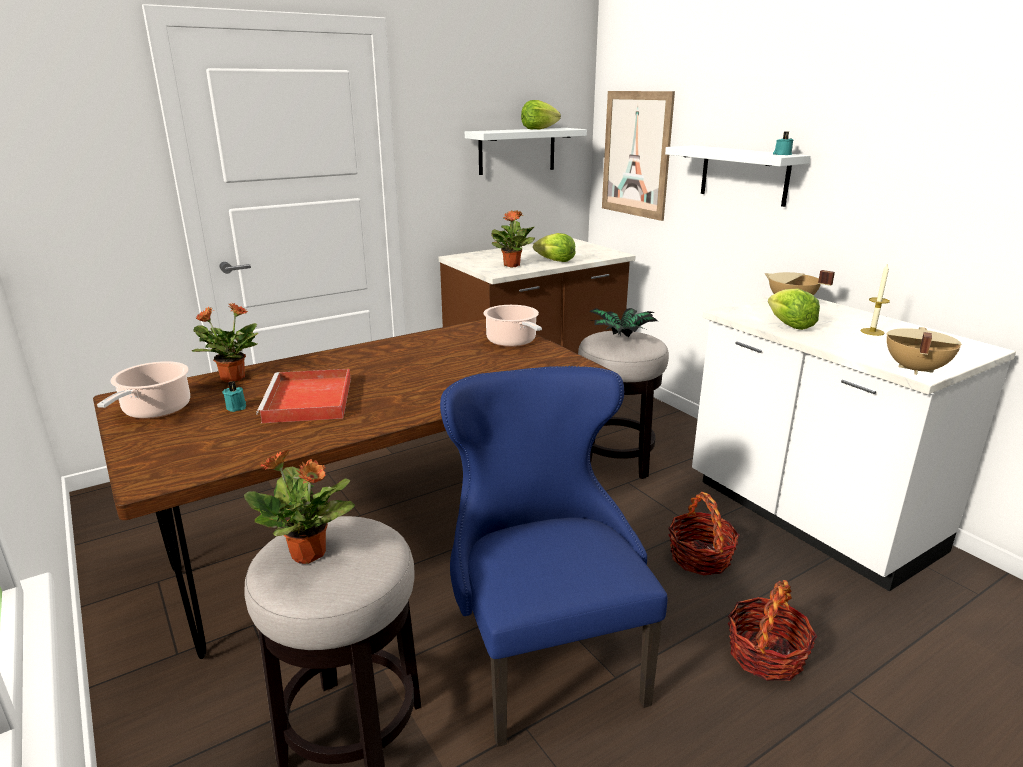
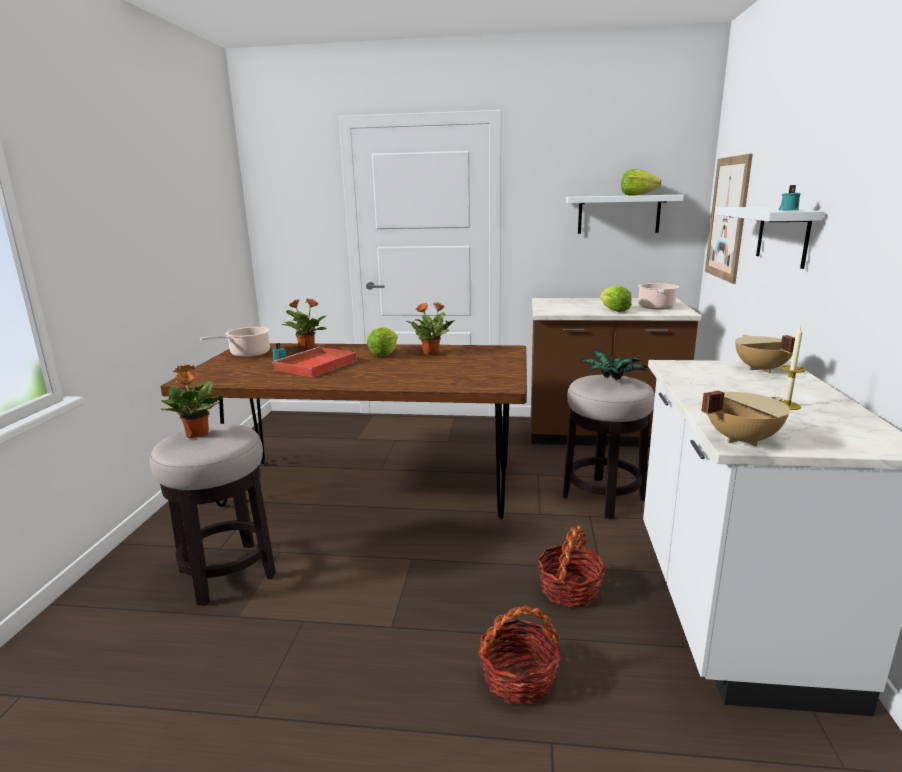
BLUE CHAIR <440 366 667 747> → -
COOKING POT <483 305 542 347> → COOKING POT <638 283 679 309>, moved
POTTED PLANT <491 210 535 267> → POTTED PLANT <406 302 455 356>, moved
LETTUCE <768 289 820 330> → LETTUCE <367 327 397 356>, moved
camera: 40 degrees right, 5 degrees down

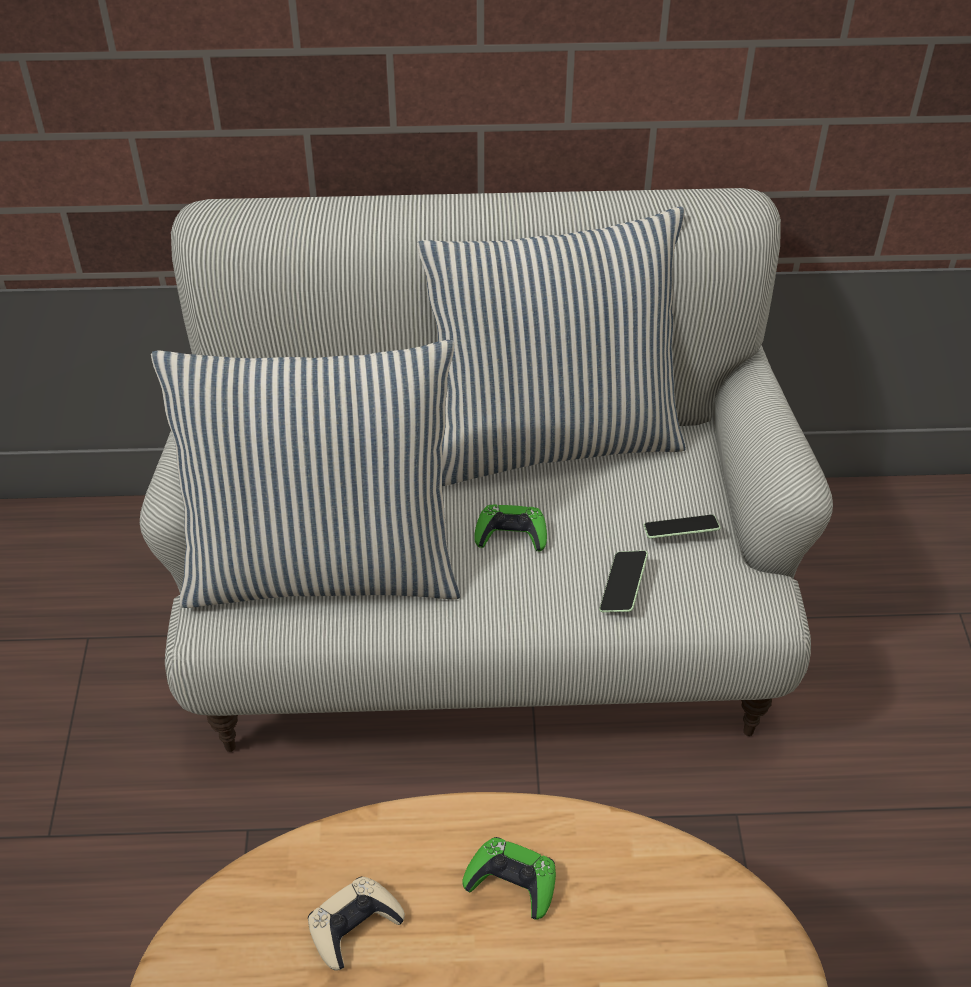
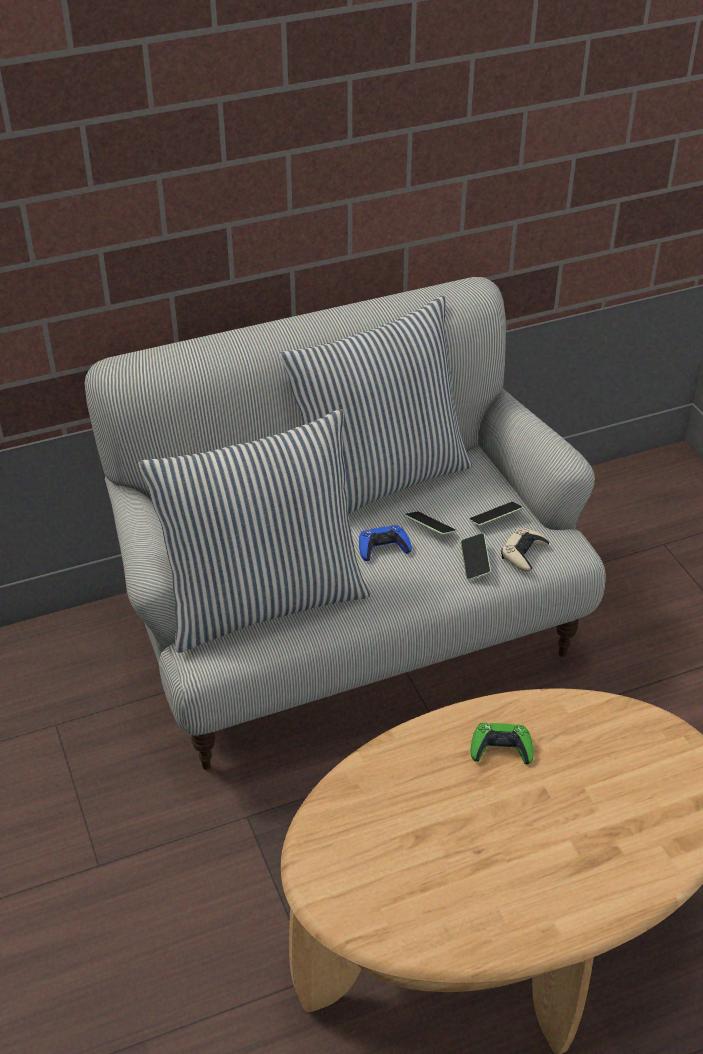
BEIGE GAME CONTROLLER <308 877 405 971> → BEIGE GAME CONTROLLER <501 528 549 572>, moved
GREEN GAME CONTROLLER <474 504 547 552> → BLUE GAME CONTROLLER <359 525 412 561>
- → PHONE <404 511 456 535>
camera: 20 degrees left, 5 degrees down

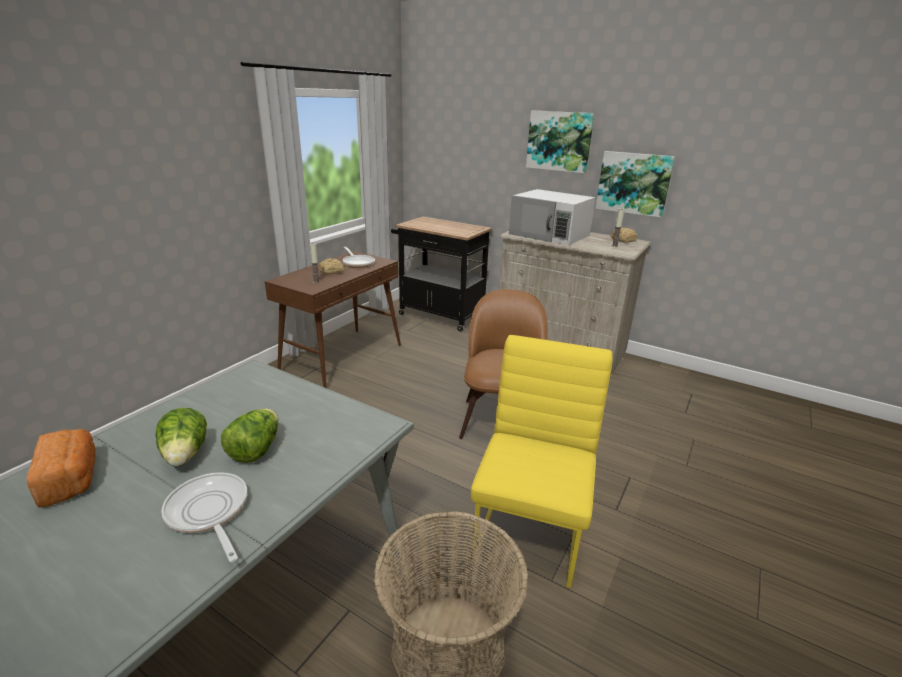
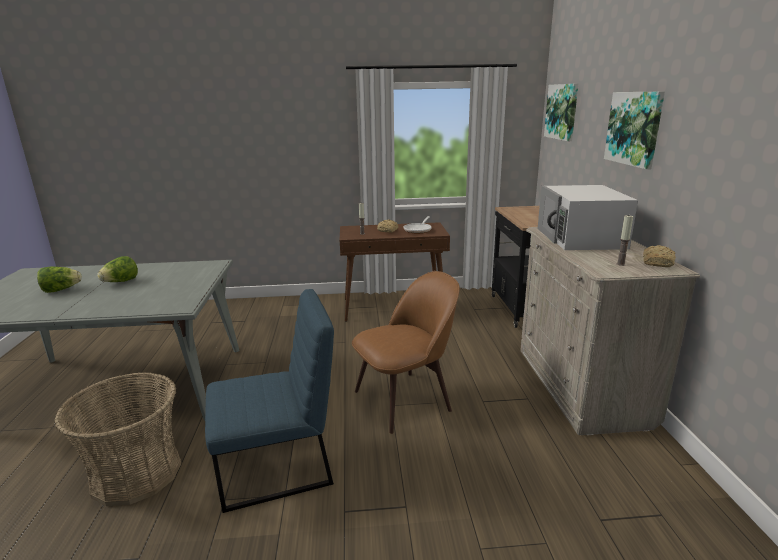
BREAD <26 429 96 508> → -
FRYING PAN <161 472 247 562> → -
LETTUCE <221 409 278 463> → LETTUCE <37 266 82 293>, moved
YELLOW CHAIR <471 335 612 588> → BLUE CHAIR <205 289 334 513>
PICTURE <595 151 675 217> → PICTURE <544 83 579 141>, moved
camera: 55 degrees right, 5 degrees down

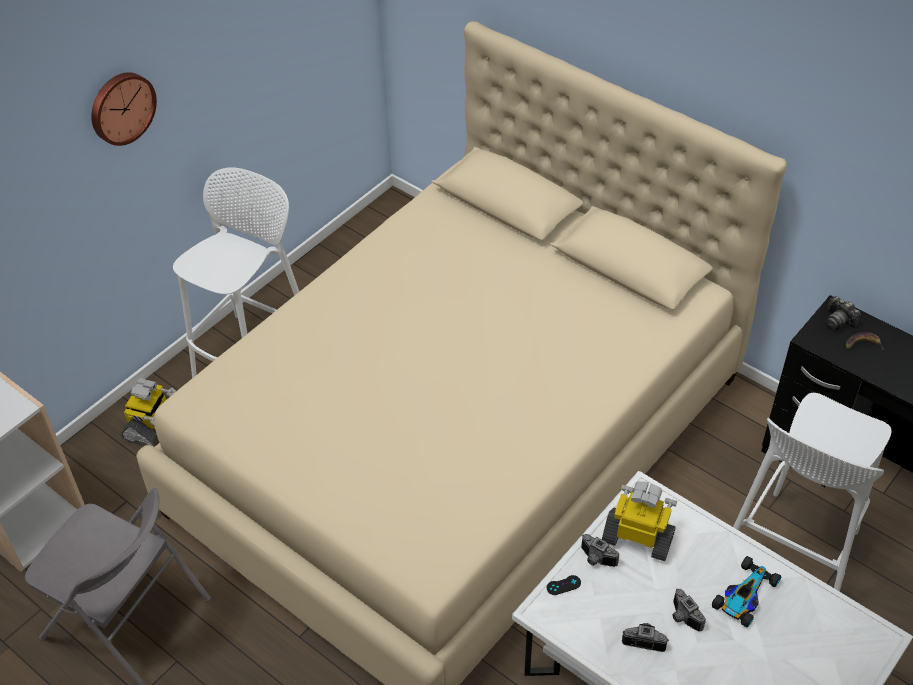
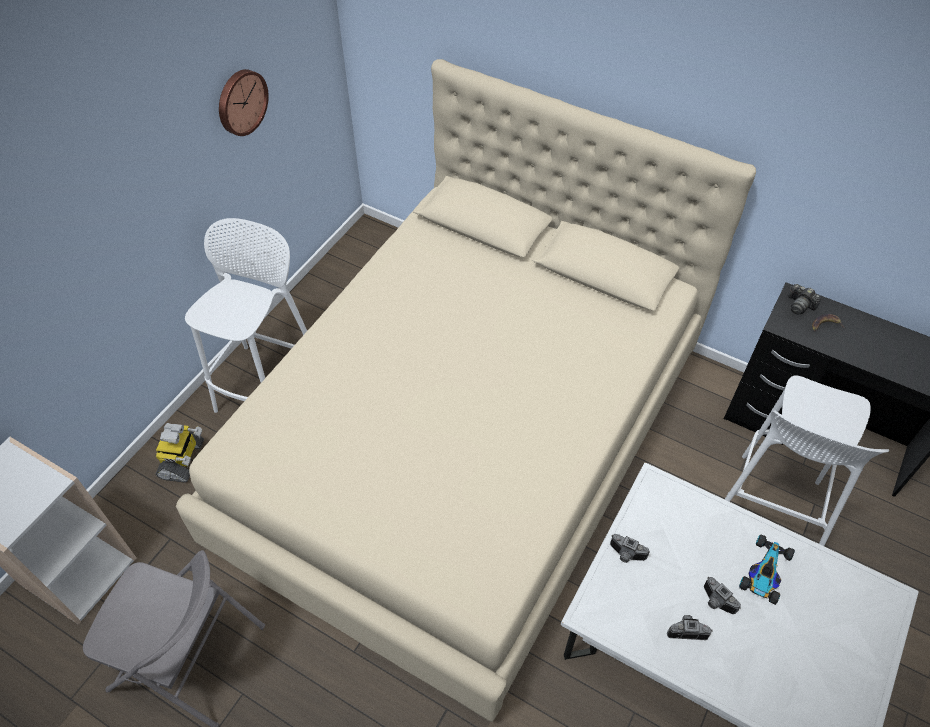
WALL CLOCK <91 72 157 146> → WALL CLOCK <219 69 269 136>, moved
BLACK GAME CONTROLLER <547 575 581 595> → -
TOY ROBOT <602 481 677 561> → -
camera: 10 degrees left, 5 degrees up

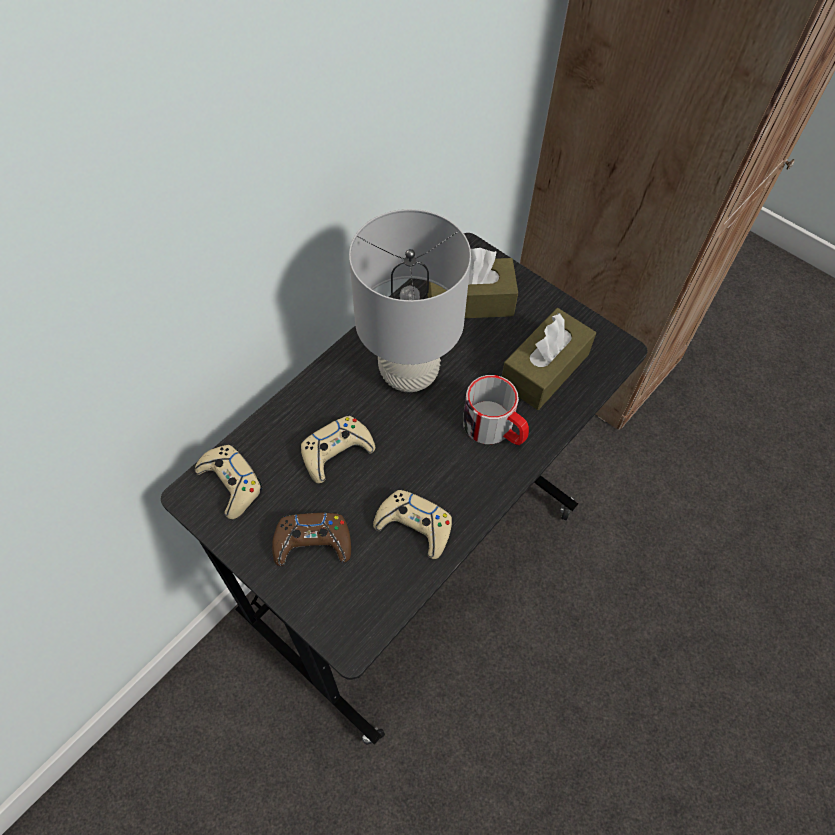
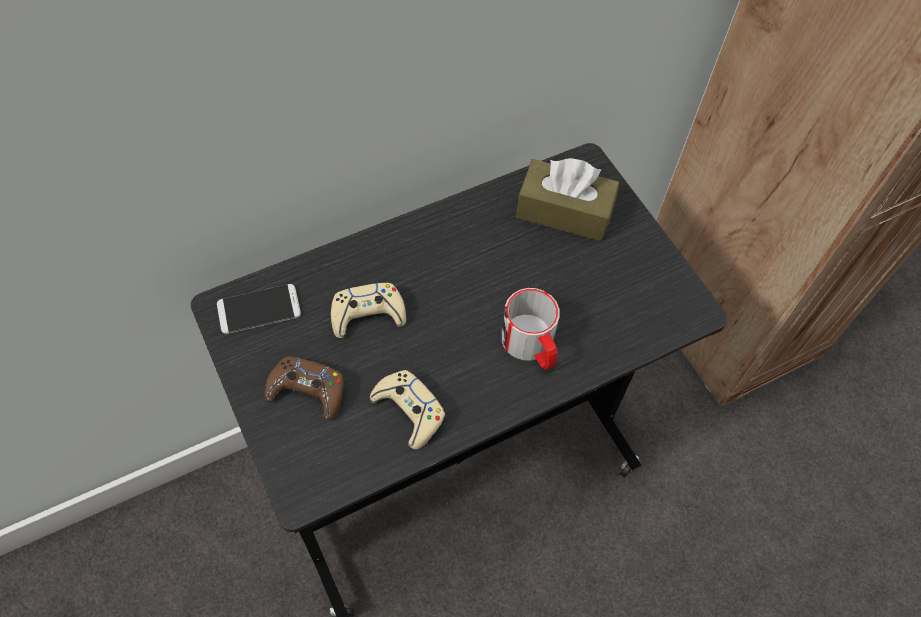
BEIGE GAME CONTROLLER <195 445 263 519> → PHONE <217 284 301 334>
GREY TABLE LAMP <349 209 471 392> → -
BROWN TISSUE BOX <502 308 596 410> → -
camera: 20 degrees right, 0 degrees up

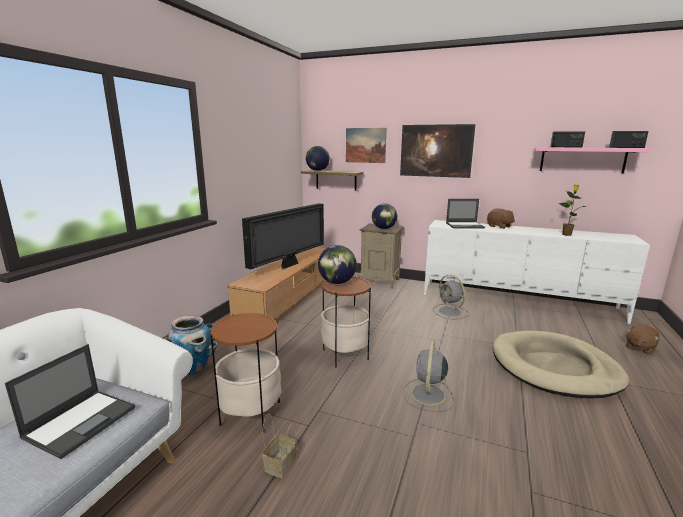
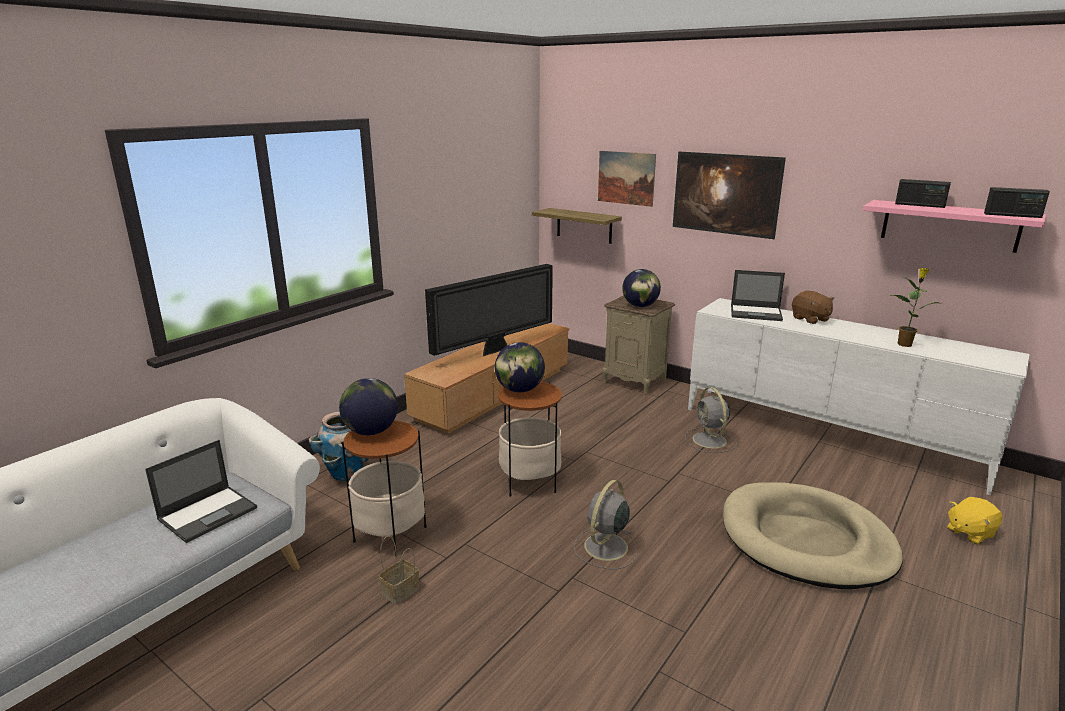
GLOBE <306 146 330 171> → GLOBE <339 378 398 435>, moved
BROWN PLUSH TOY <626 324 660 355> → YELLOW PLUSH TOY <947 497 1002 545>
camera: 15 degrees right, 5 degrees up

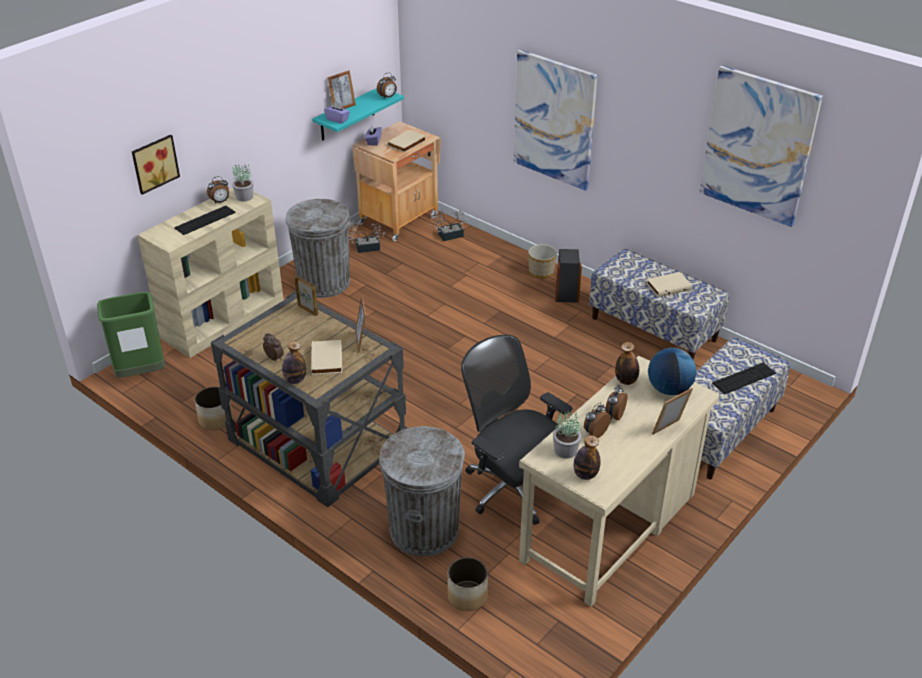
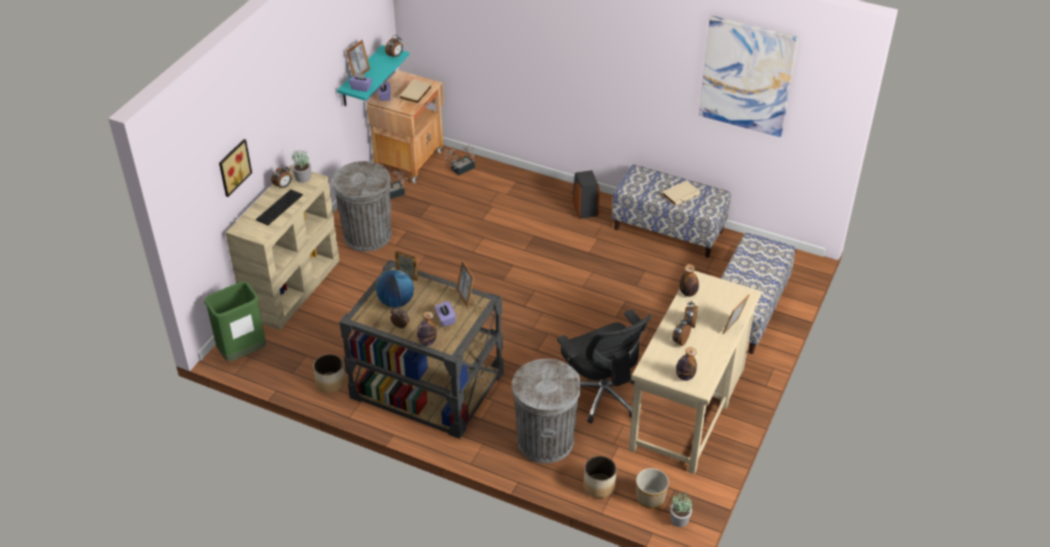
BEIGE BOOK <311 340 342 375> → PURPLE TISSUE BOX <435 301 456 327>
OFFICE CHAIR <461 335 572 525> → OFFICE CHAIR <557 310 652 424>, 150 degrees counterclockwise
PICTURE <513 50 598 191> → -
PLANTER <528 244 557 278> → PLANTER <636 468 669 509>, moved
POTTED PLANT <553 410 581 458> → POTTED PLANT <670 492 692 527>, moved
GLOBE <648 348 697 395> → GLOBE <376 270 414 308>, moved
KEYBOARD <712 362 776 395> → -
camera: 15 degrees left, 5 degrees up

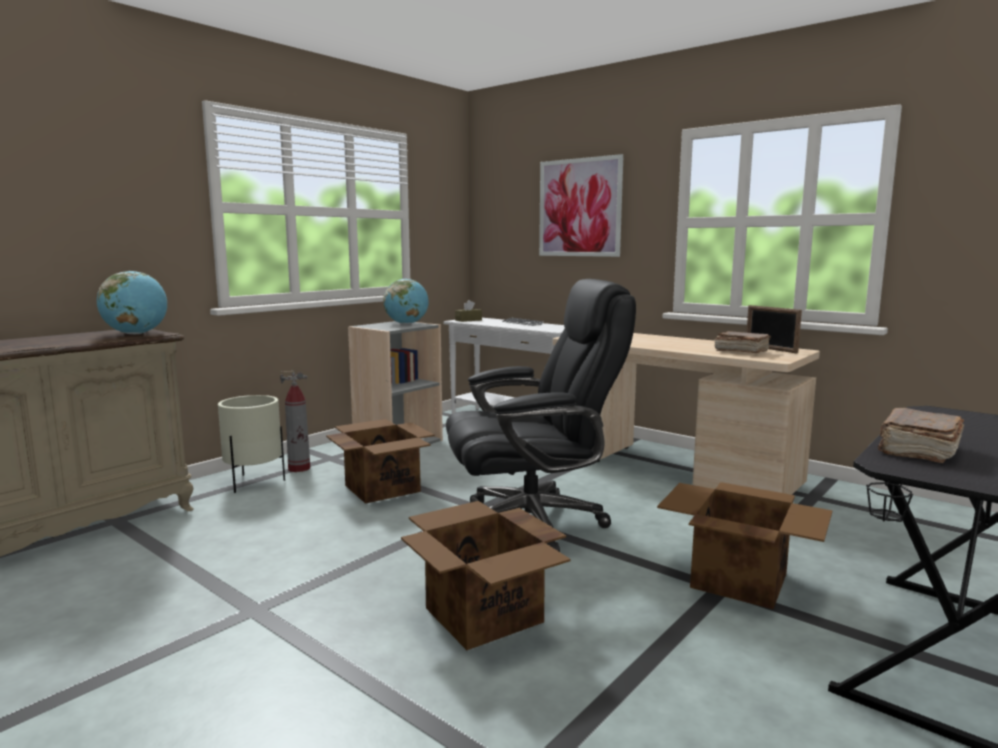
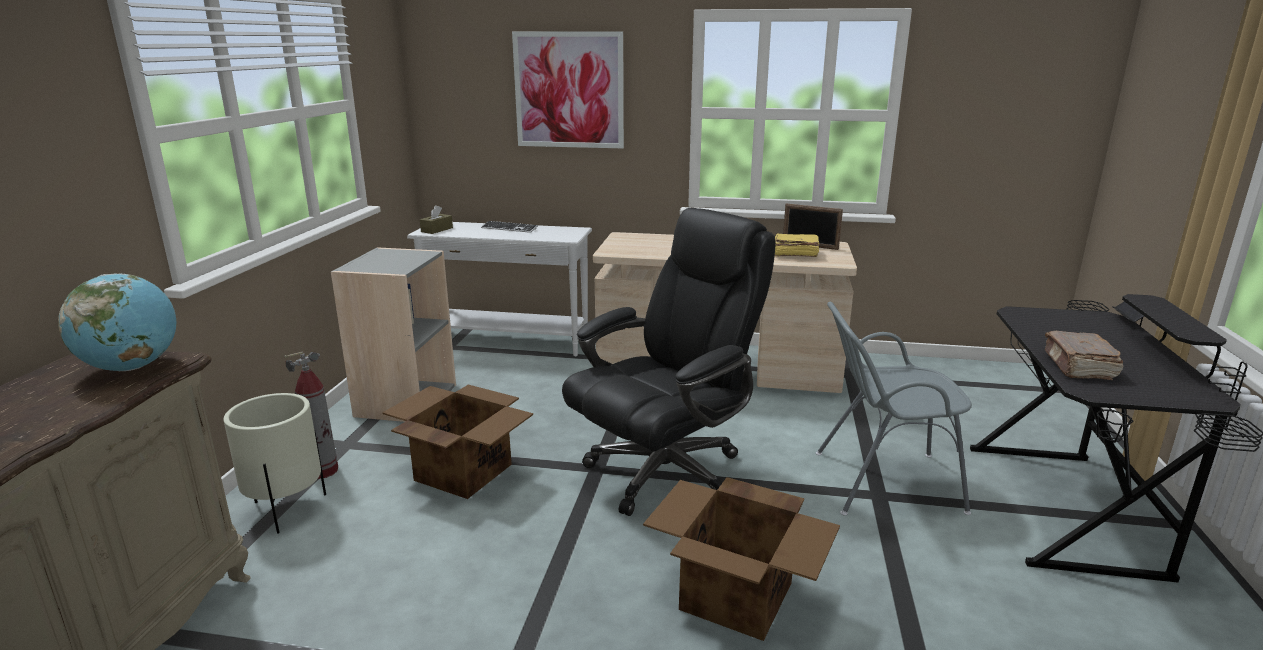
GLOBE <383 279 429 324> → -
CARDBOARD BOX <657 482 833 609> → GREY CHAIR <816 302 972 515>
BROWN BOOK <715 331 771 353> → YELLOW BOOK <775 233 819 257>
camera: 30 degrees left, 10 degrees up

